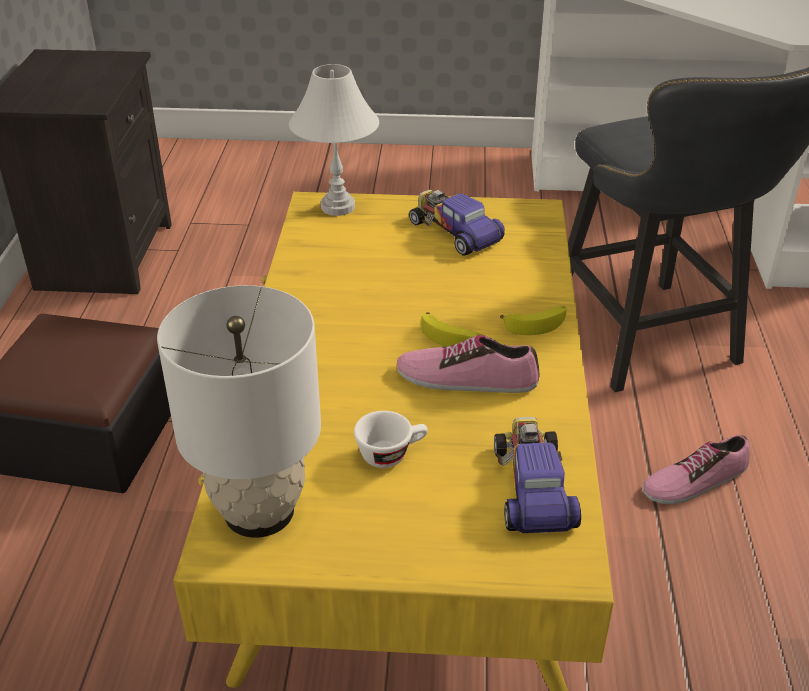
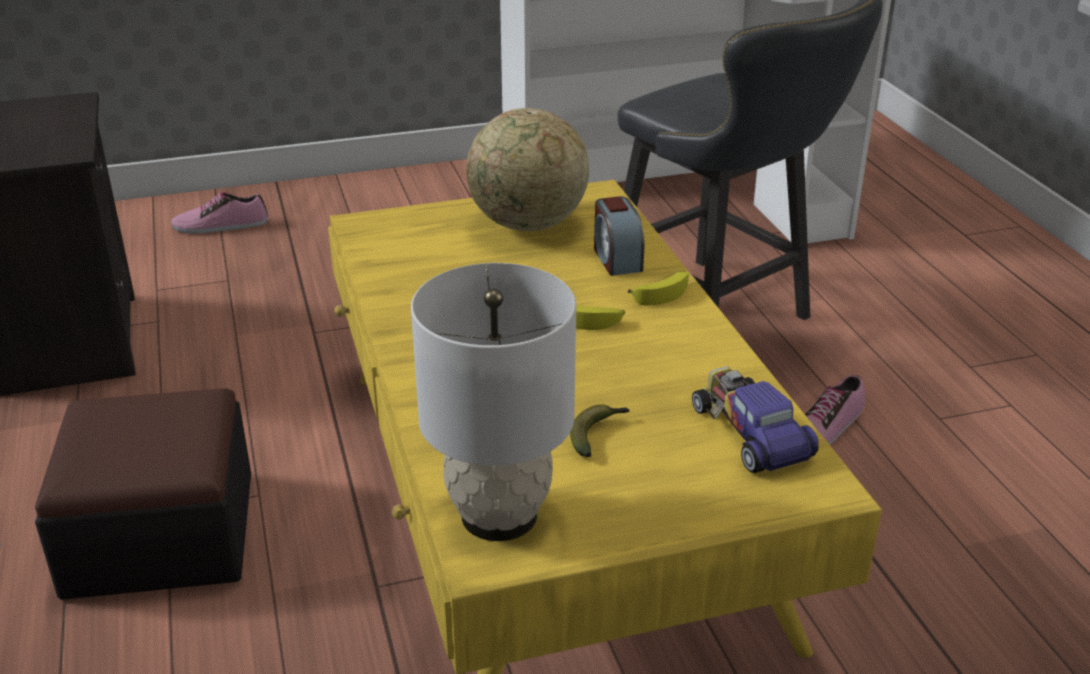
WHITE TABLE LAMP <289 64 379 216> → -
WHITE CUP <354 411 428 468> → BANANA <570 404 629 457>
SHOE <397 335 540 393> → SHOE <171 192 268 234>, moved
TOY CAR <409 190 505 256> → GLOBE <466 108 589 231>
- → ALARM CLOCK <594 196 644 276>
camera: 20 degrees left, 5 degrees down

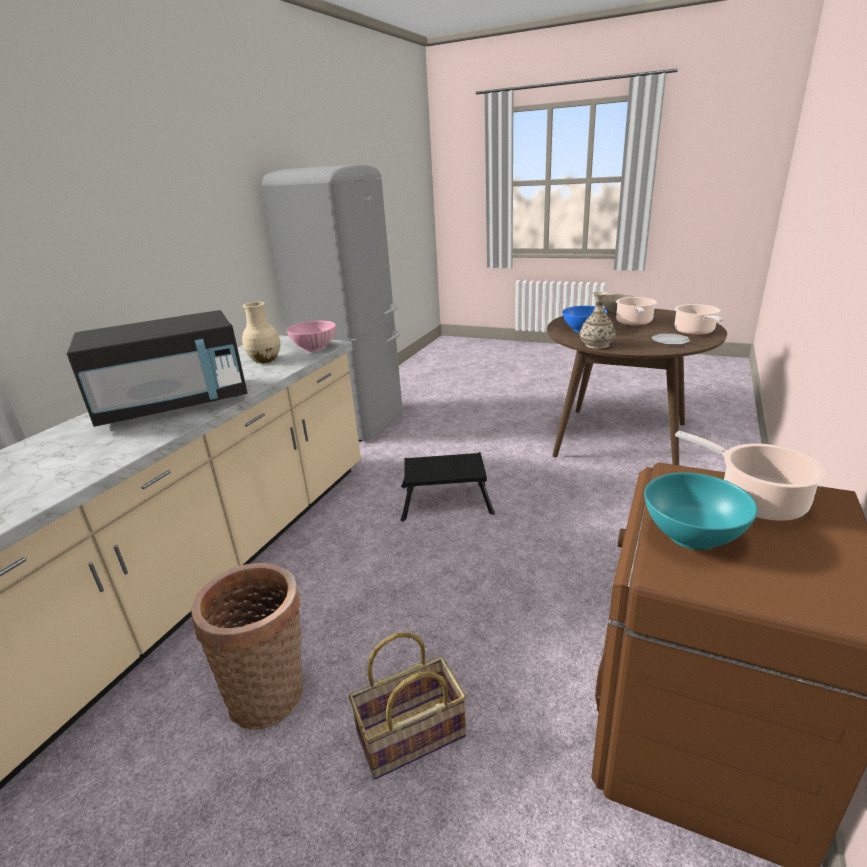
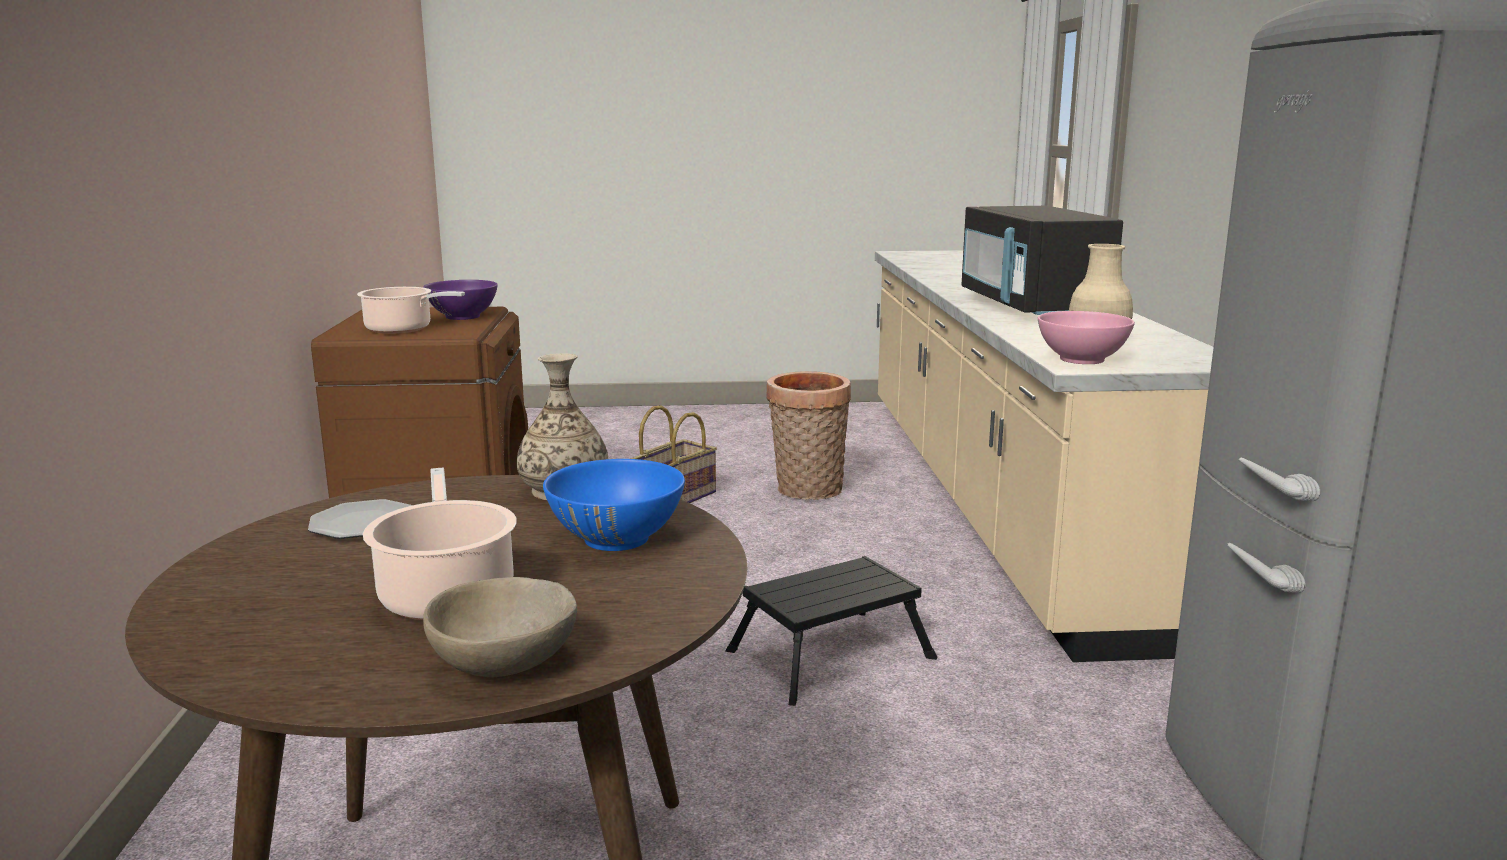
BLACK MICROWAVE <67 310 247 427> → BLACK MICROWAVE <961 206 1123 315>, 45 degrees counterclockwise
TURQUOISE BOWL <644 472 758 550> → PURPLE BOWL <423 280 498 320>
COOKING POT <674 304 724 335> → -
camera: 150 degrees right, 10 degrees down

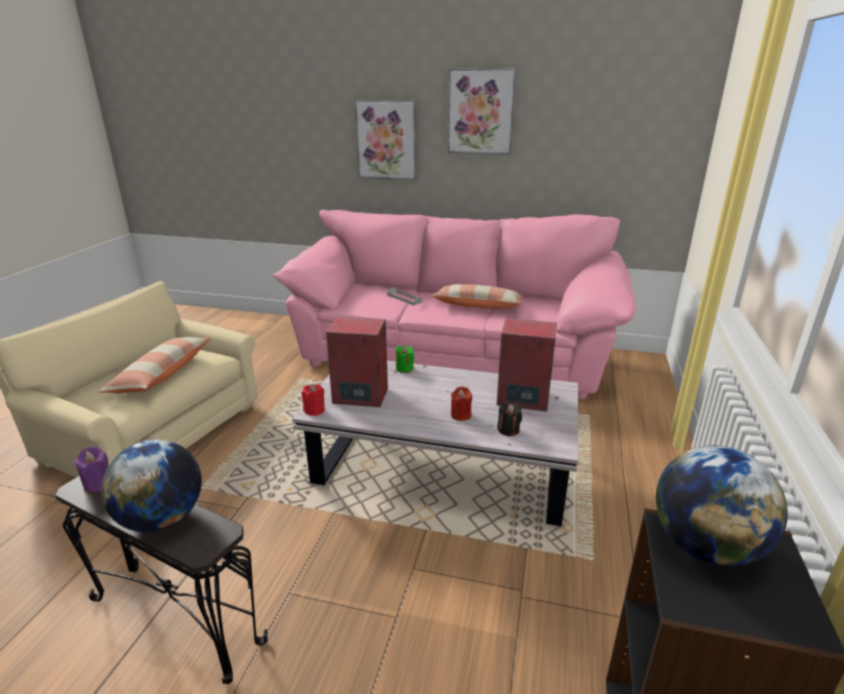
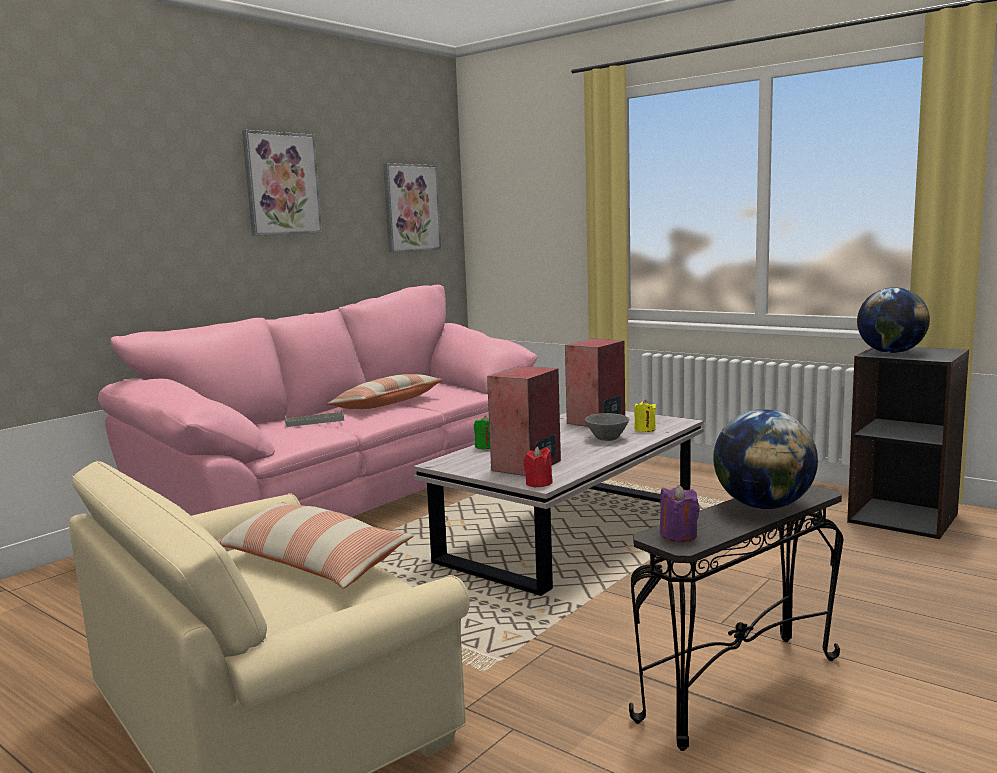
PICTURE <355 100 417 180> → PICTURE <383 163 441 253>, moved
RED CANDLE <451 386 472 421> → GREY BOWL <585 413 629 441>
BLACK CANDLE <497 402 522 436> → YELLOW CANDLE <634 400 656 432>
camera: 65 degrees left, 15 degrees down

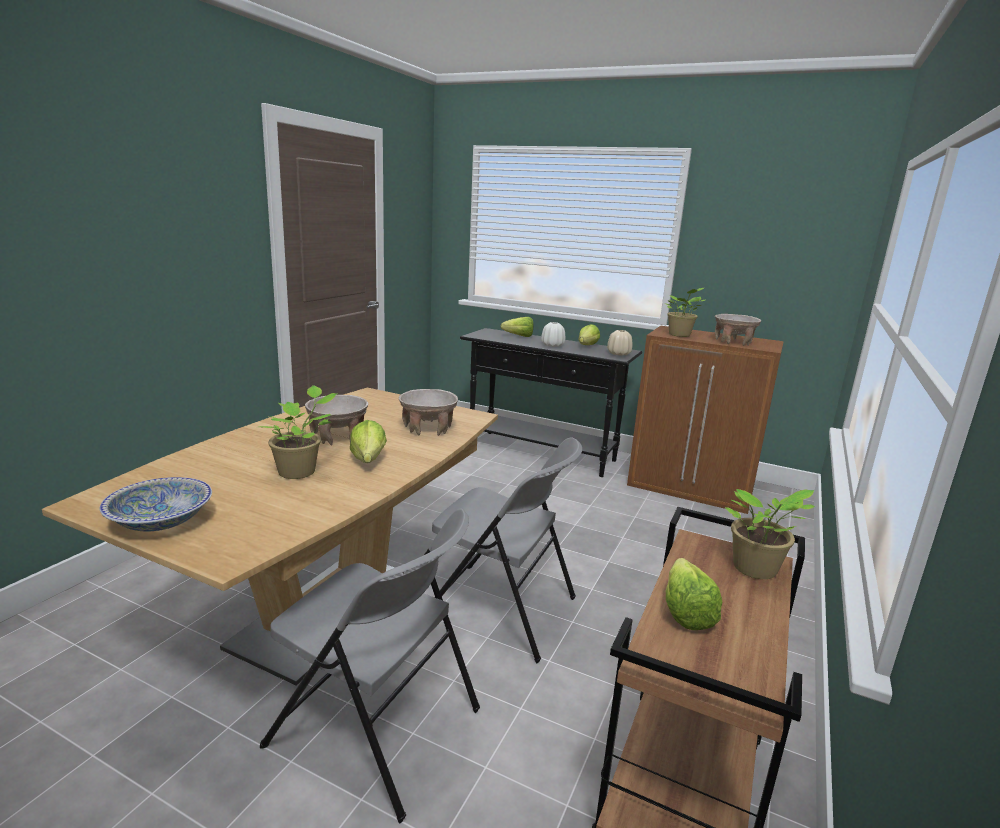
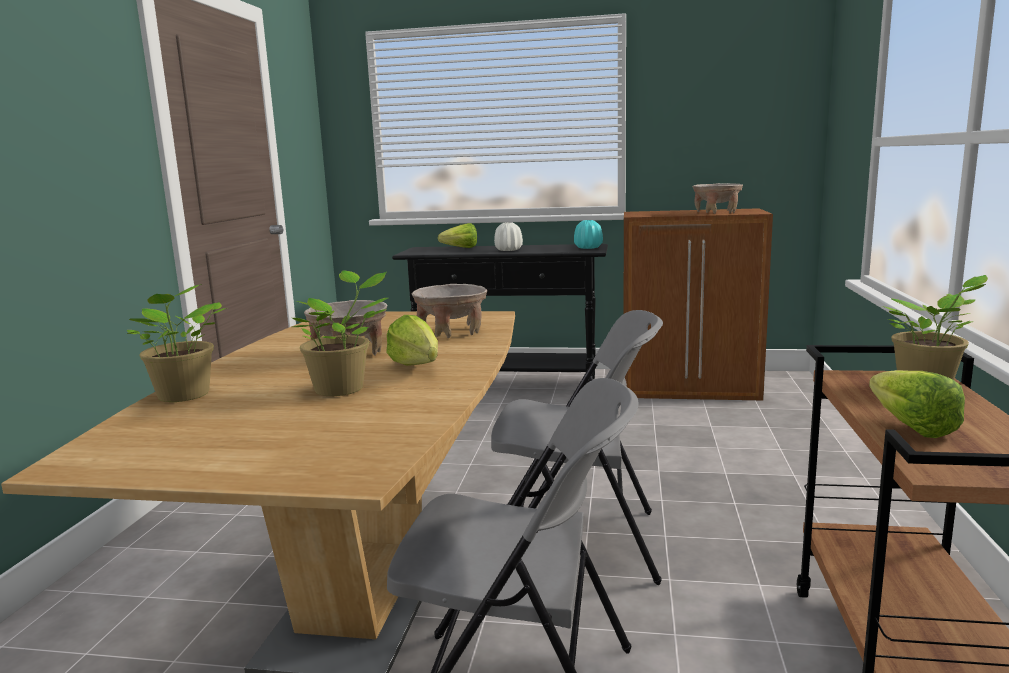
BOWL <100 477 212 531> → -
LETTUCE <578 324 600 345> → -
BEIGE VASE <607 330 632 356> → TURQUOISE VASE <574 220 603 249>
POTTED PLANT <664 288 705 337> → POTTED PLANT <126 284 226 402>, moved
camera: 15 degrees left, 5 degrees down

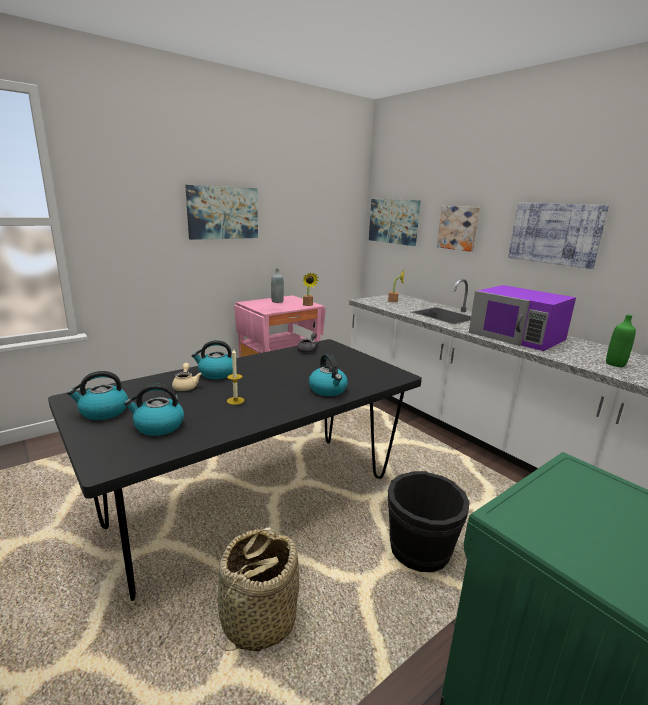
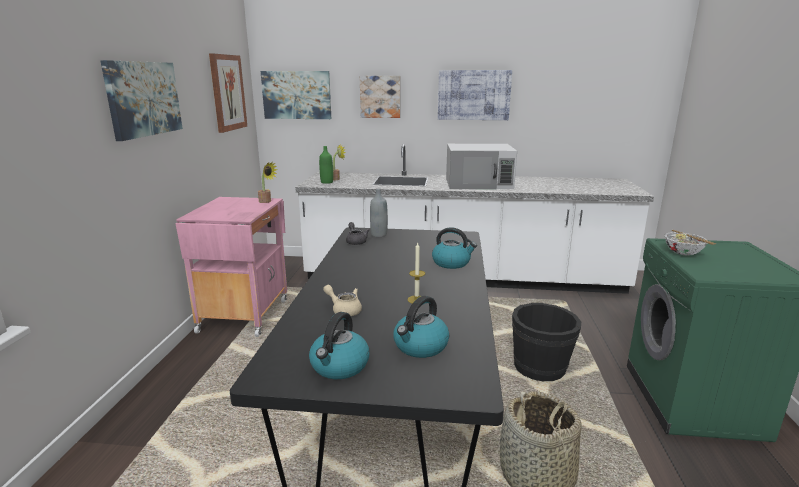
KETTLE <191 340 233 379> → -
GREY BOTTLE <271 268 284 303> → GREY BOTTLE <370 188 388 237>, moved
PURPLE MICROWAVE <469 285 576 351> → WHITE MICROWAVE <446 144 517 190>
GREEN BOTTLE <606 315 636 367> → GREEN BOTTLE <319 146 333 184>, moved
- → PICTURE <209 54 247 133>
- → BOWL <665 230 716 255>
camera: 45 degrees left, 0 degrees up

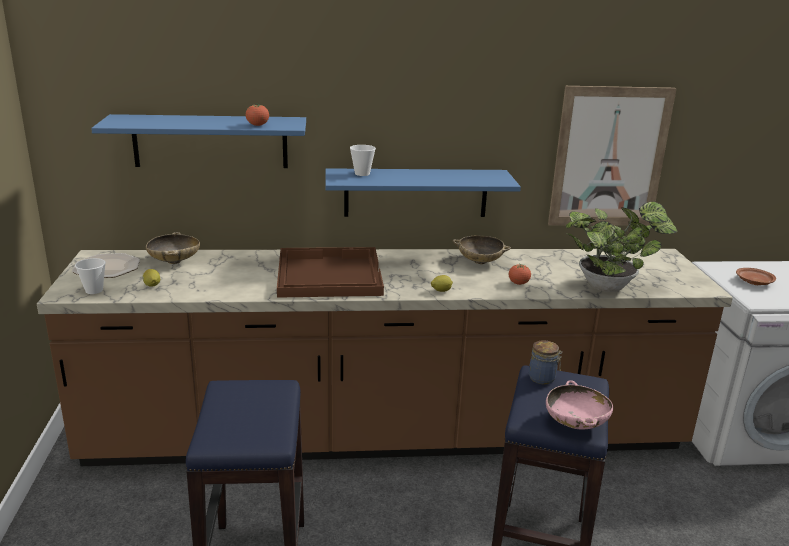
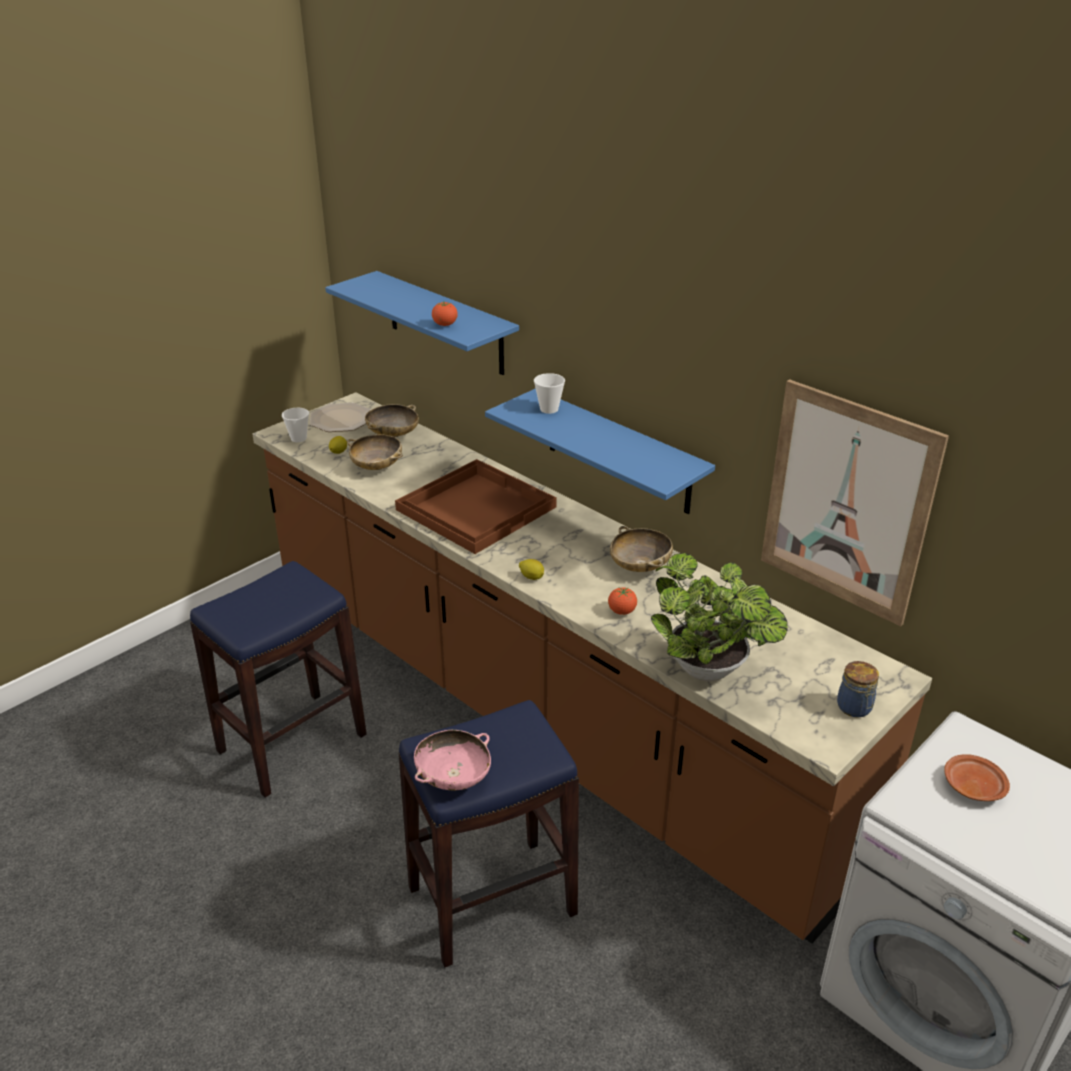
JAR <529 340 562 384> → JAR <837 661 879 717>, moved
- → BEIGE BOWL <347 434 403 470>
camera: 50 degrees right, 10 degrees up

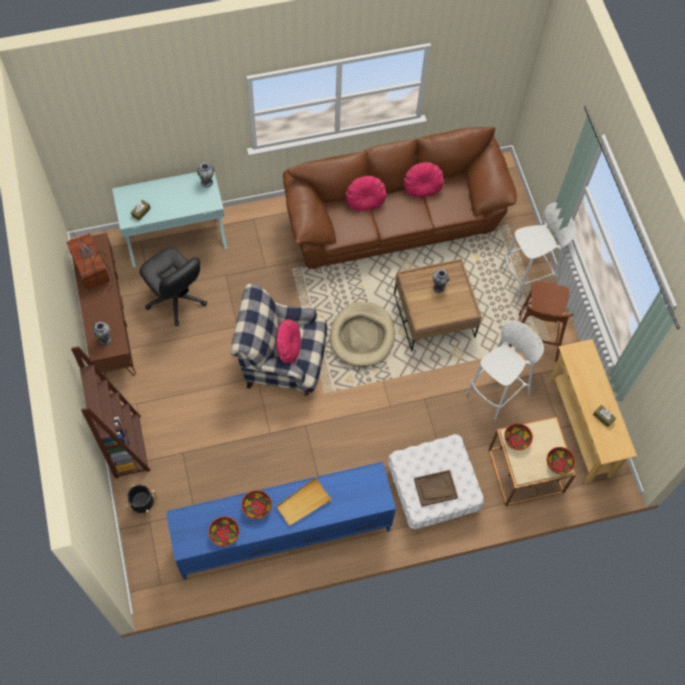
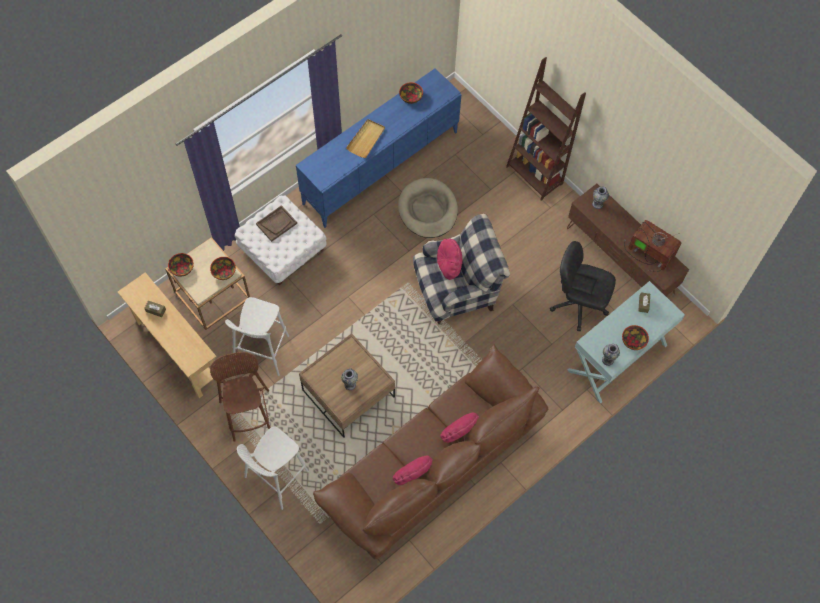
BLACK PLANTER <126 485 158 519> → -
BOWL <242 490 272 519> → BOWL <622 325 649 350>, moved
BEIGE DOG BED <330 302 395 367> → BEIGE DOG BED <398 178 458 238>, moved
camera: 155 degrees right, 0 degrees up

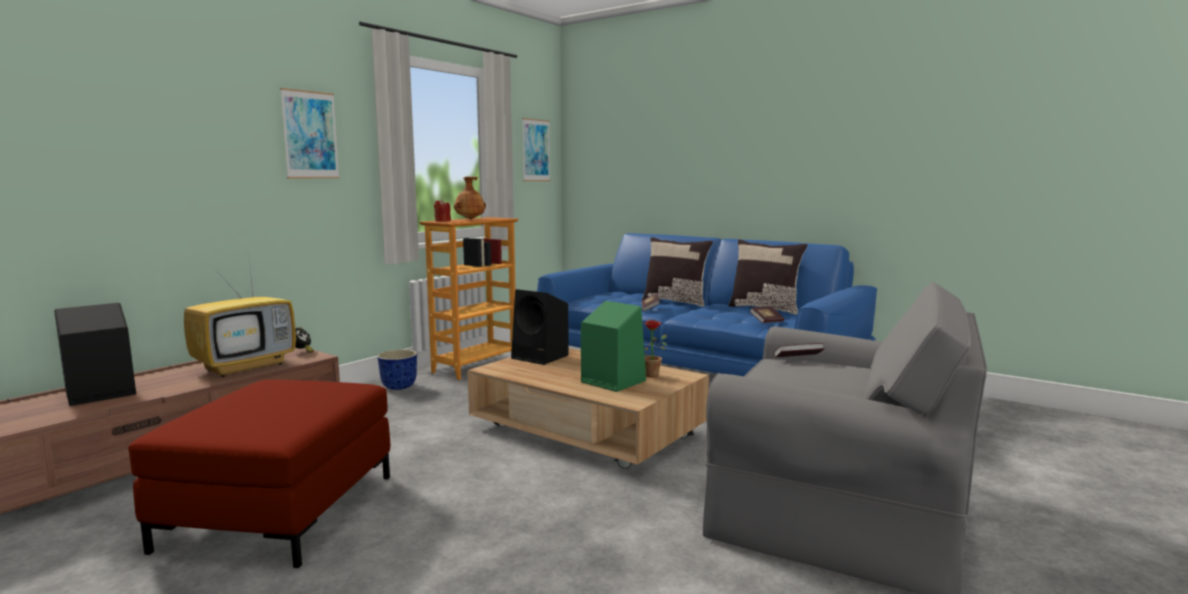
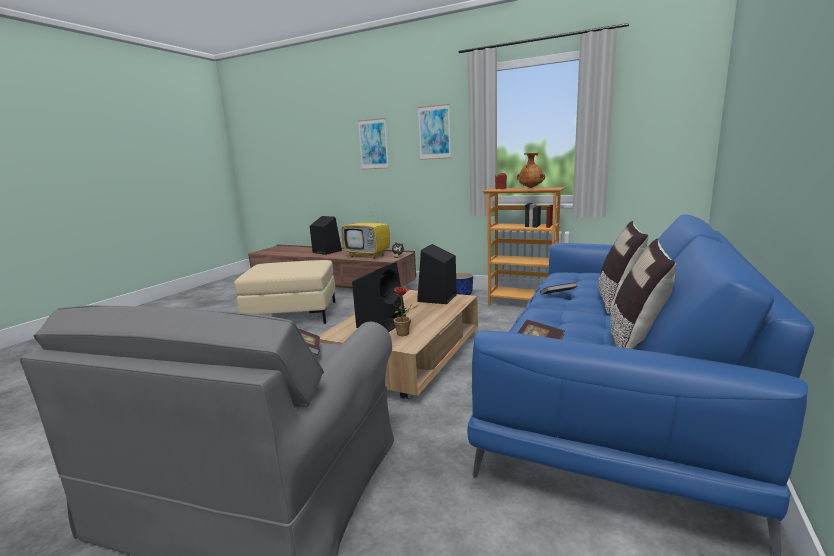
RED OTTOMAN <128 380 390 568> → BEIGE OTTOMAN <234 260 335 324>
PICTURE <522 118 550 181> → PICTURE <358 118 389 170>, moved
GREEN SPEAKER <581 301 646 392> → BLACK SPEAKER <352 262 406 332>
camera: 80 degrees right, 5 degrees up

